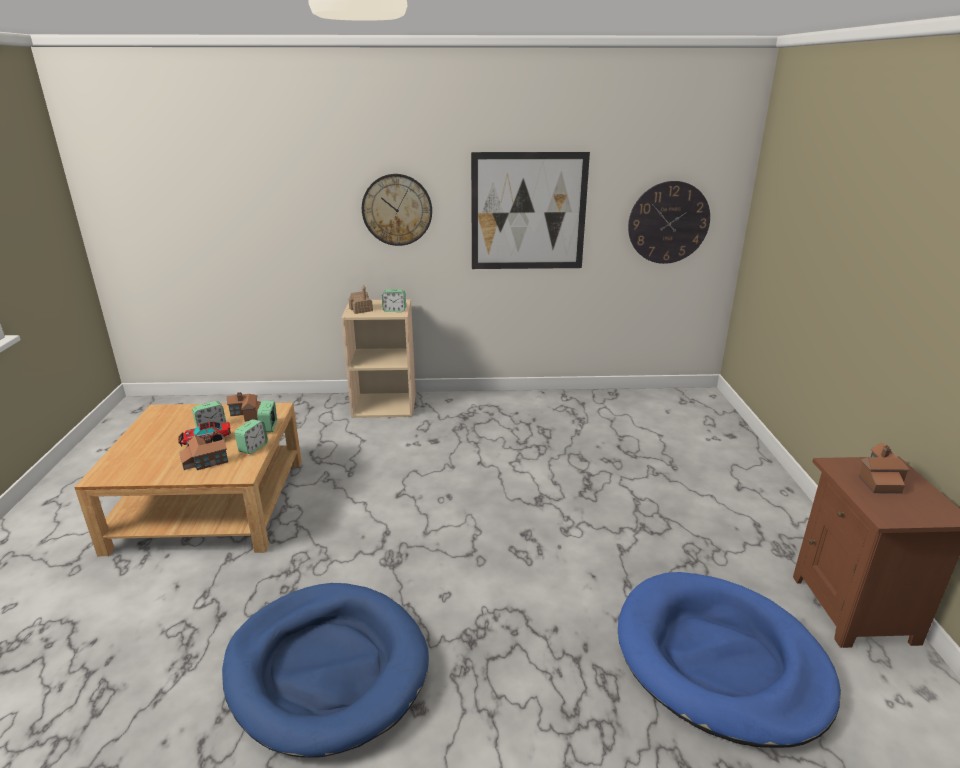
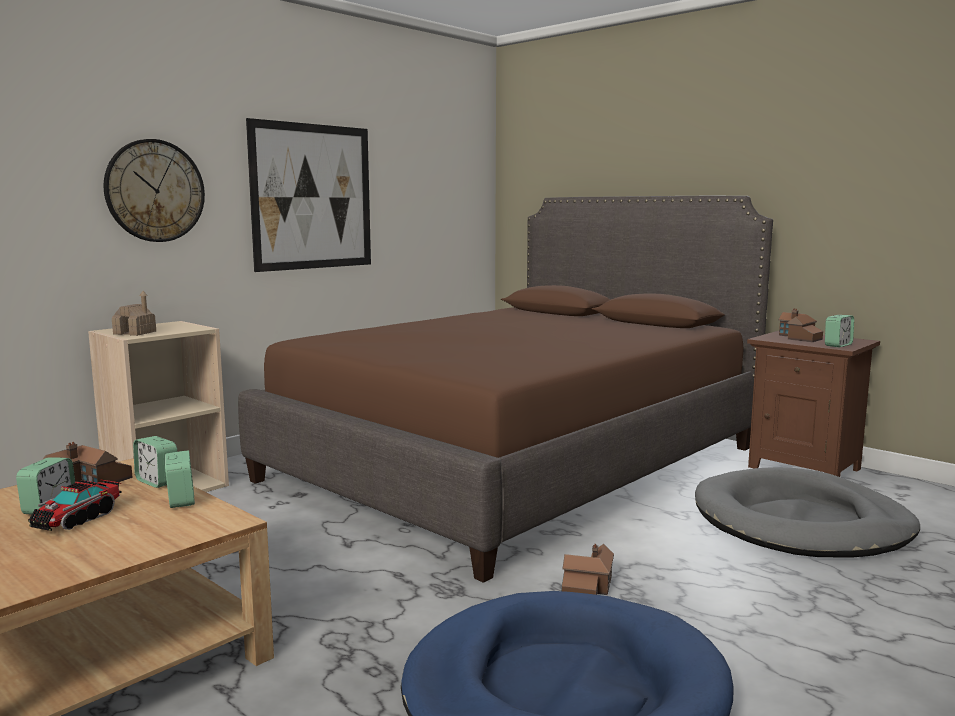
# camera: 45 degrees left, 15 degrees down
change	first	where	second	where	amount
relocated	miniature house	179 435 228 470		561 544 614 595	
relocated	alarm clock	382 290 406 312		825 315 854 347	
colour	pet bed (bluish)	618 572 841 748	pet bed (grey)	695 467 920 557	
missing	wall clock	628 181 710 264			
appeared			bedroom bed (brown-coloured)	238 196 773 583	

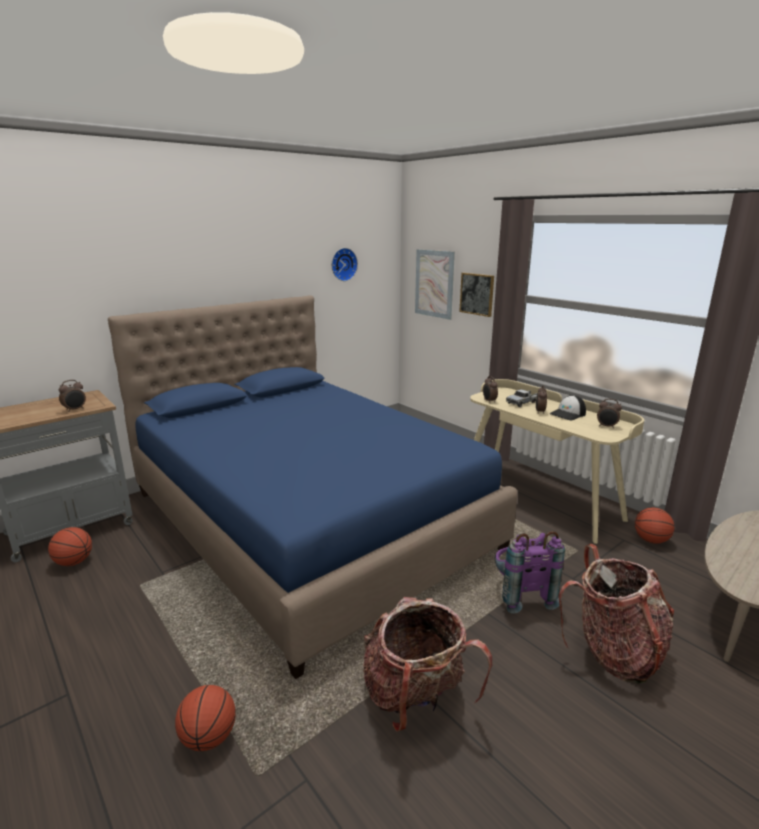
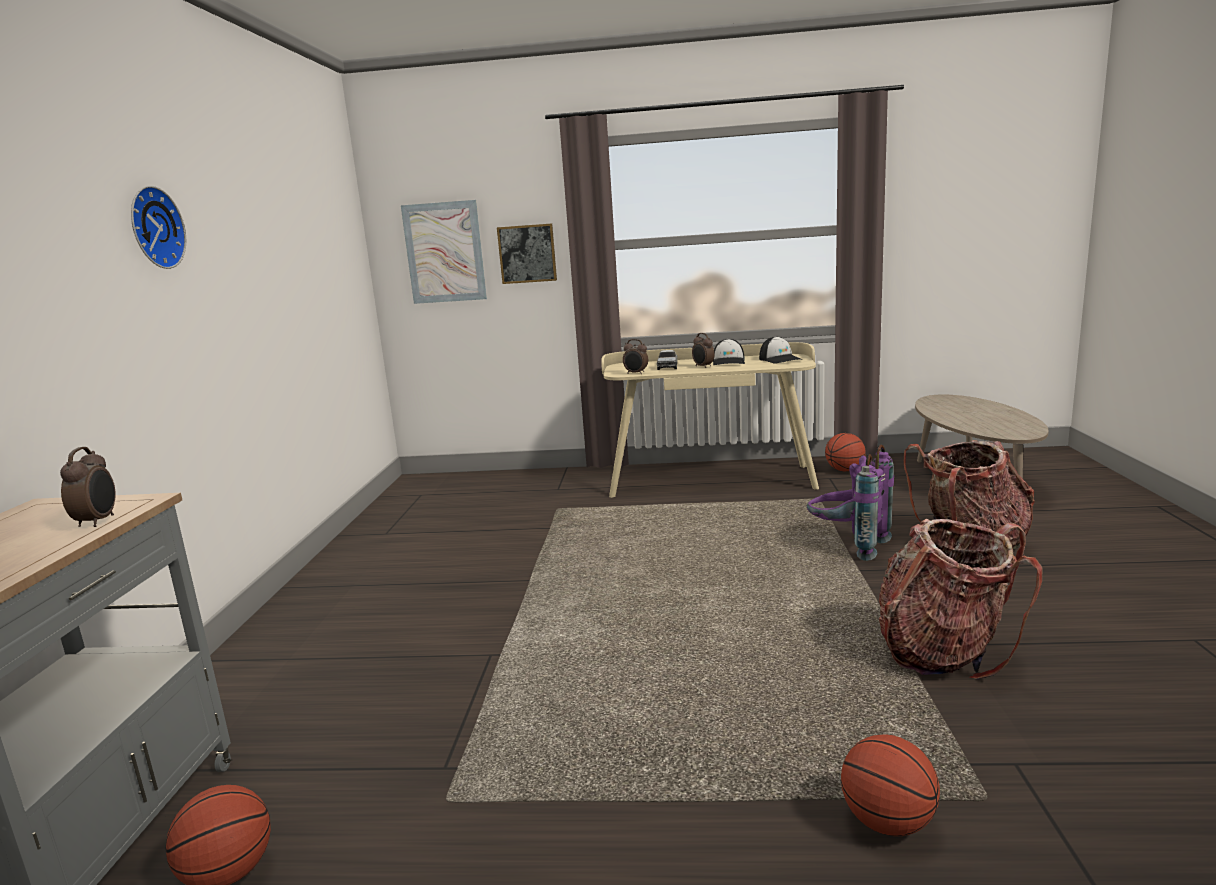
# camera: 45 degrees left, 5 degrees down
change	first	where	second	where	amount
missing	bedroom bed (bluish)	108 295 518 679			
relocated	wall clock	332 248 358 281		131 186 186 269	
exchanged	alarm clock	597 398 622 428	peaked cap	759 336 802 364	

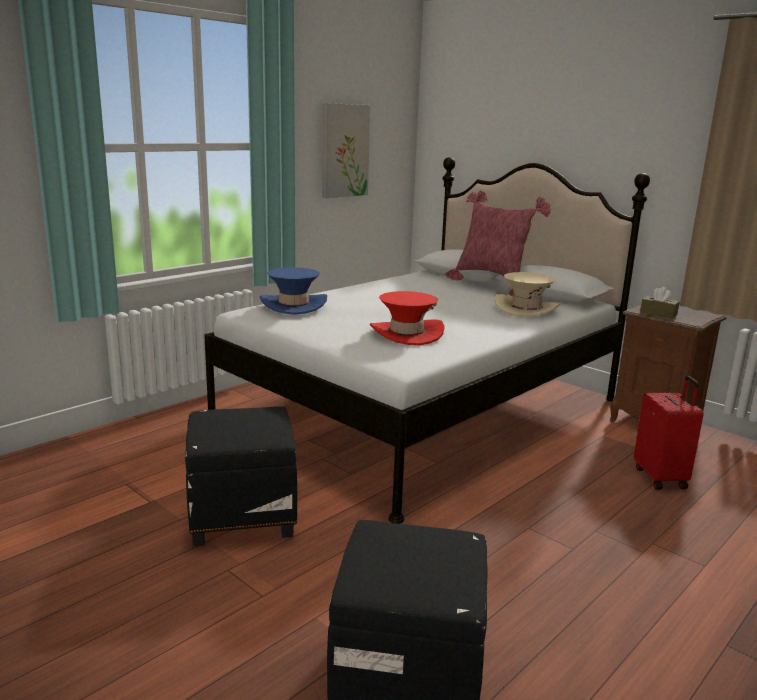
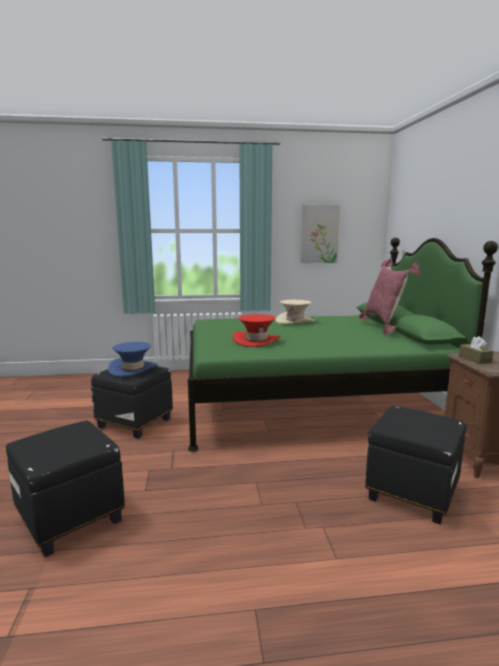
# camera: 40 degrees right, 5 degrees down
change	first	where	second	where	amount
colour	bedroom bed (whitish)	204 157 650 524	bedroom bed (green)	188 238 498 452	
relocated	clothing hat (bluish)	260 267 327 315		108 342 158 377	
relocated	clothing hat (beige)	494 272 560 317		276 300 315 324	
exchanged	suitcase (red)	634 376 703 490	footrest (blackish)	365 406 466 525	

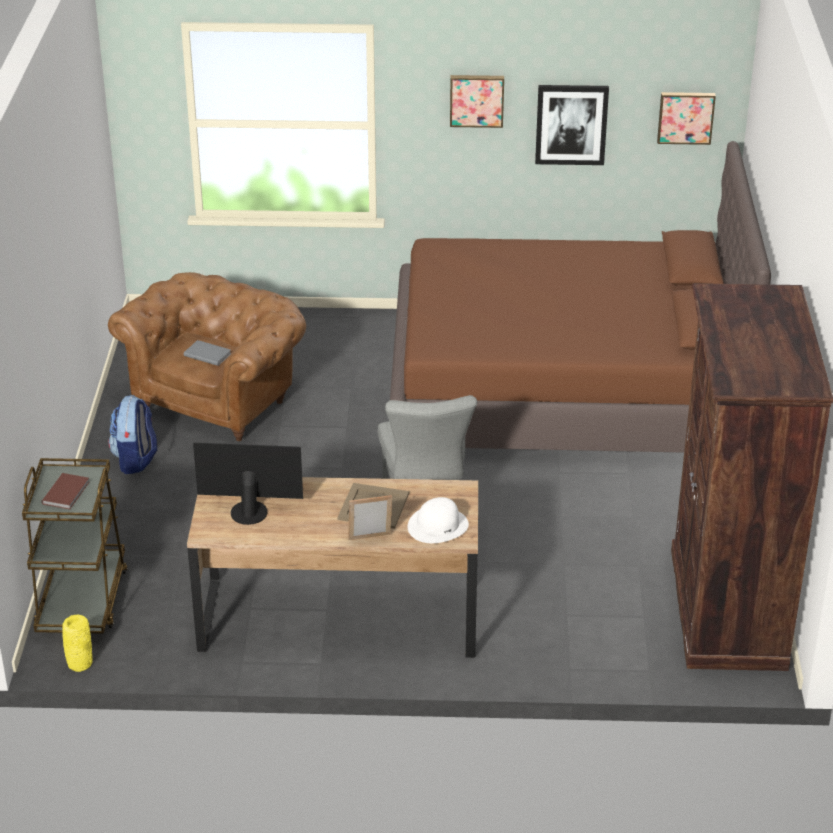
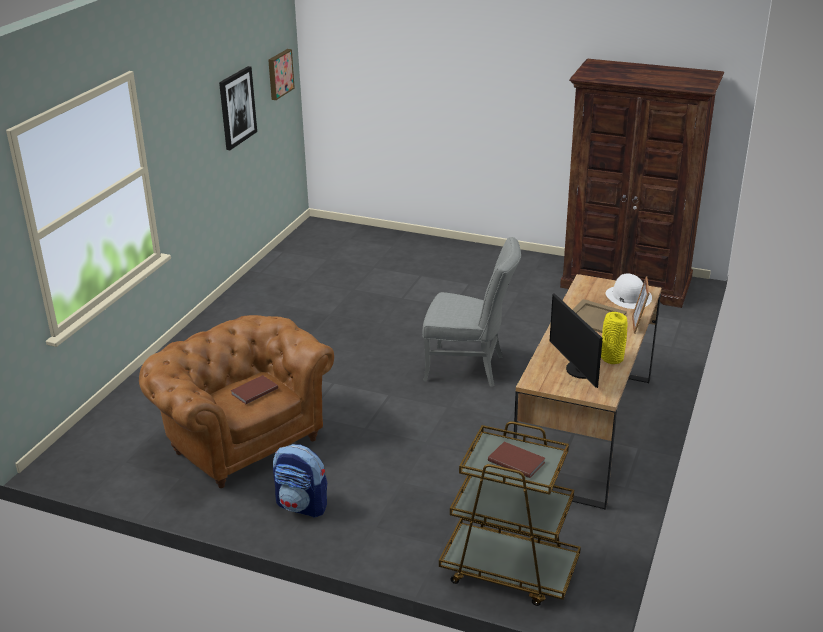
# camera: 70 degrees left, 5 degrees down
change	first	where	second	where	amount
relocated	decorative vase (yellow-coloured)	62 615 93 672		601 312 627 364	
colour	book (grey)	184 340 231 366	book (brown-coloured)	231 375 278 404	
spun	computer screen	193 443 303 525		550 293 603 388	45 degrees counterclockwise
missing	bedroom bed (brown-coloured)	390 141 771 453			
missing	wall picture	450 75 504 128			

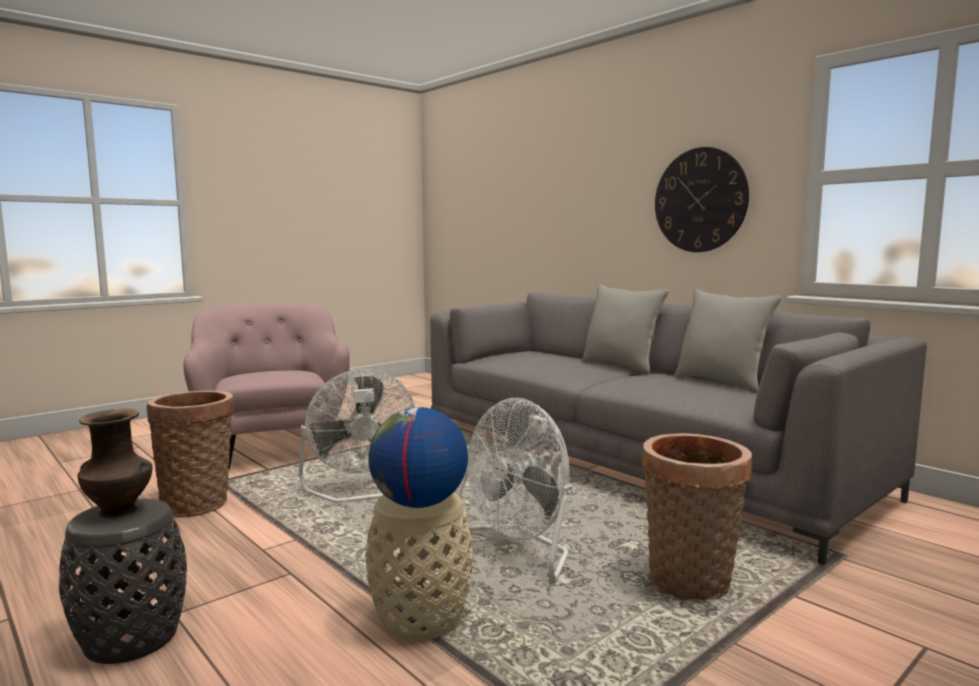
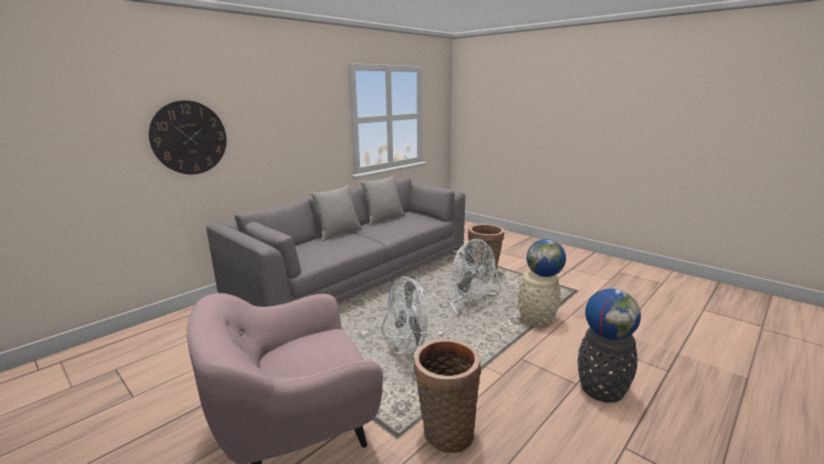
# camera: 95 degrees left, 10 degrees up
change	first	where	second	where	amount
exchanged	decorative vase (brown-coloured)	78 409 152 518	desk globe	585 289 641 340	
relocated	wall clock	655 147 749 252		149 100 227 175	

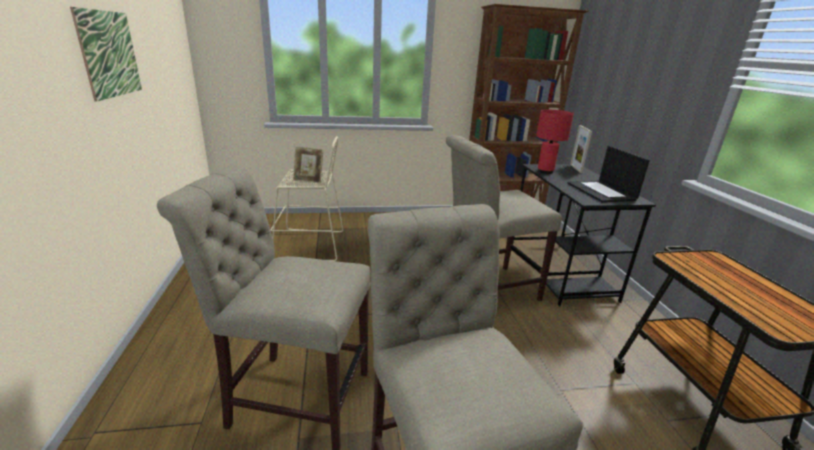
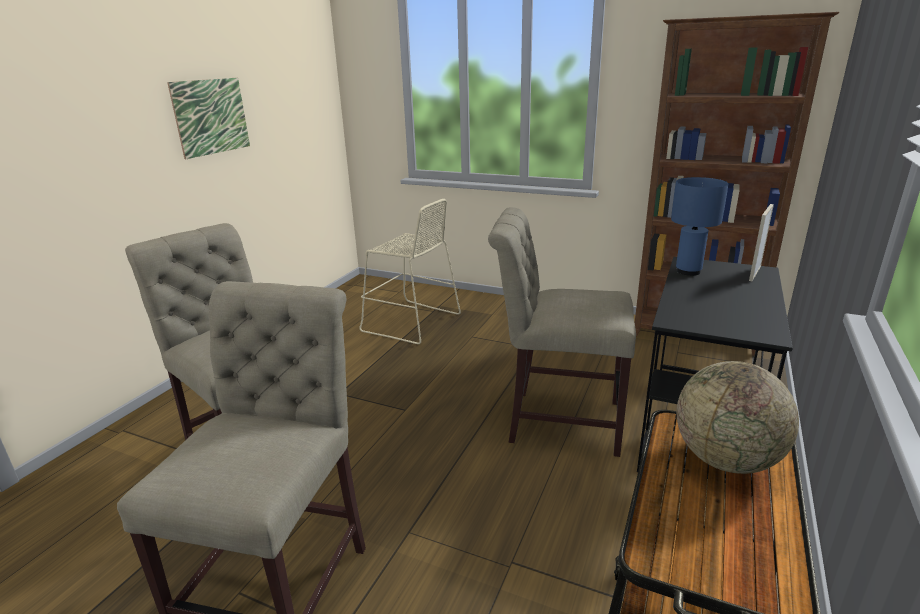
# camera: 35 degrees right, 0 degrees up
change	first	where	second	where	amount
missing	standing frame	293 146 323 183			
colour	table lamp (red)	536 110 574 174	table lamp (bluish)	671 177 728 276	
missing	notebook computer	567 146 650 203			
appeared			desk globe	676 361 799 474	

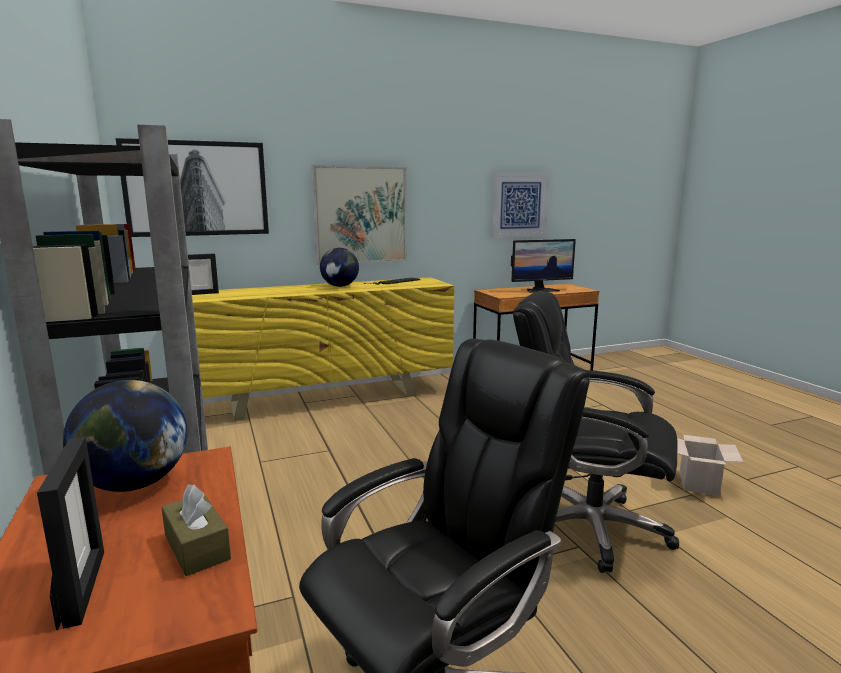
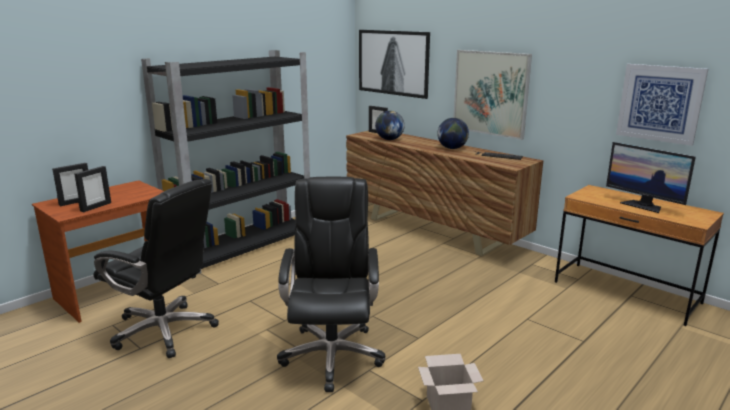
# camera: 65 degrees right, 5 degrees up
change	first	where	second	where	amount
relocated	desk globe	63 380 187 492		375 111 405 140	
exchanged	tissue holder (brown-coloured)	161 484 231 576	standing frame	74 166 111 212	
colour	cabinet (yellow-coloured)	192 277 454 421	cabinet (brown-coloured)	346 131 543 256	

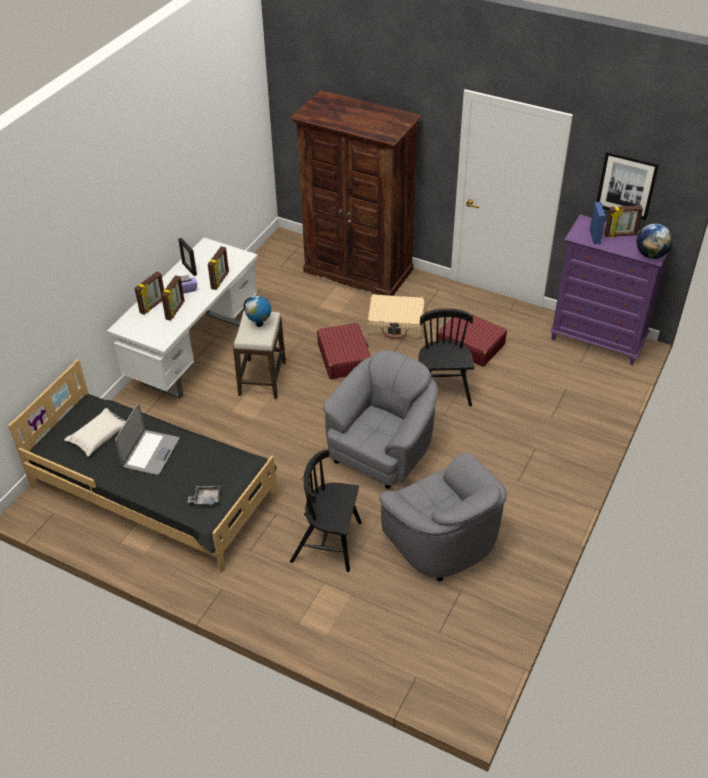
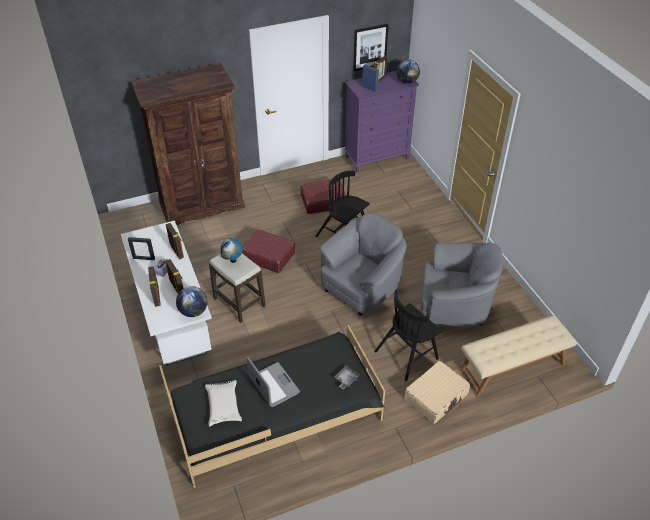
# camera: 50 degrees left, 0 degrees up
change	first	where	second	where	amount
spun	armchair (grey)	323 350 438 489		320 213 406 315	60 degrees clockwise
relocated	suitcase (beige)	367 294 425 339		404 361 470 424	
appeared			desk globe	176 286 207 317	
appeared			long seat (beige)	460 315 577 396	

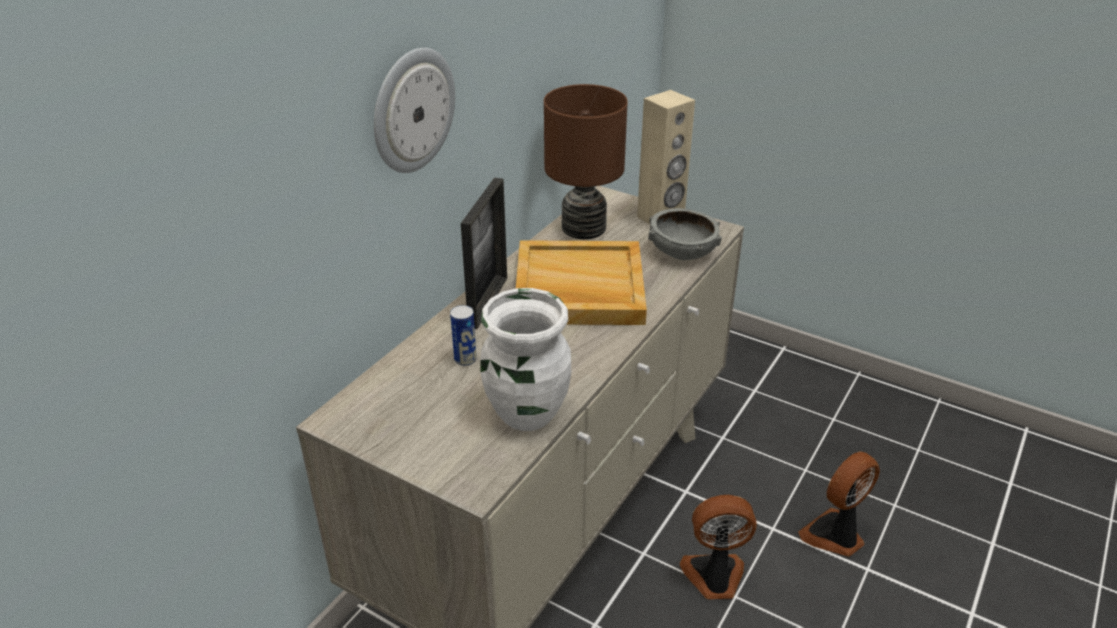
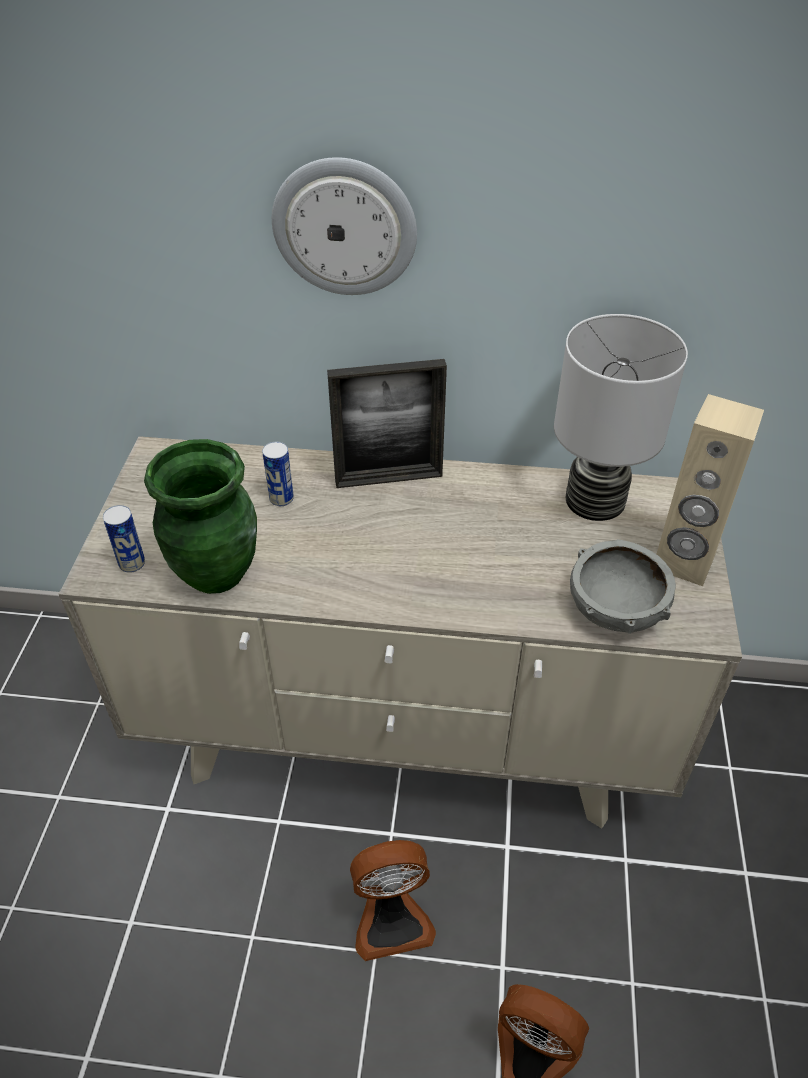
# camera: 65 degrees right, 10 degrees up
change	first	where	second	where	amount
colour	decorative vase (whitish)	480 288 571 431	decorative vase (green)	144 439 257 594	
missing	carrying tray (beige)	516 240 647 325			
colour	table lamp (brown-coloured)	544 84 628 239	table lamp (grey)	554 314 688 521	
spun	cooling fan	680 495 757 599		350 840 436 961	105 degrees clockwise
appeared			can	103 505 145 573	

